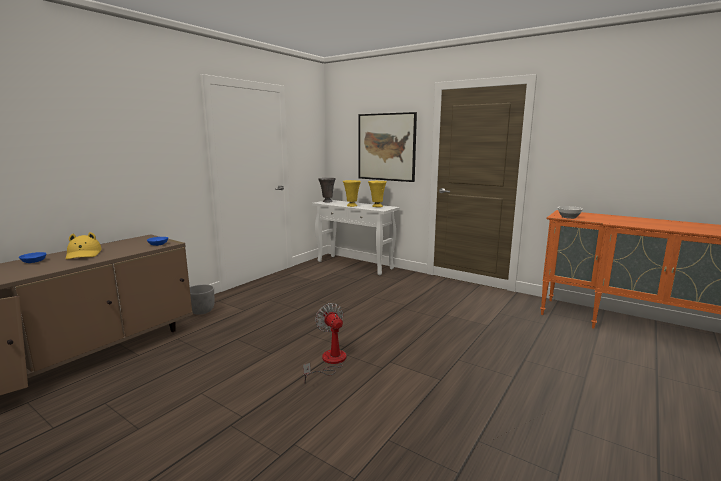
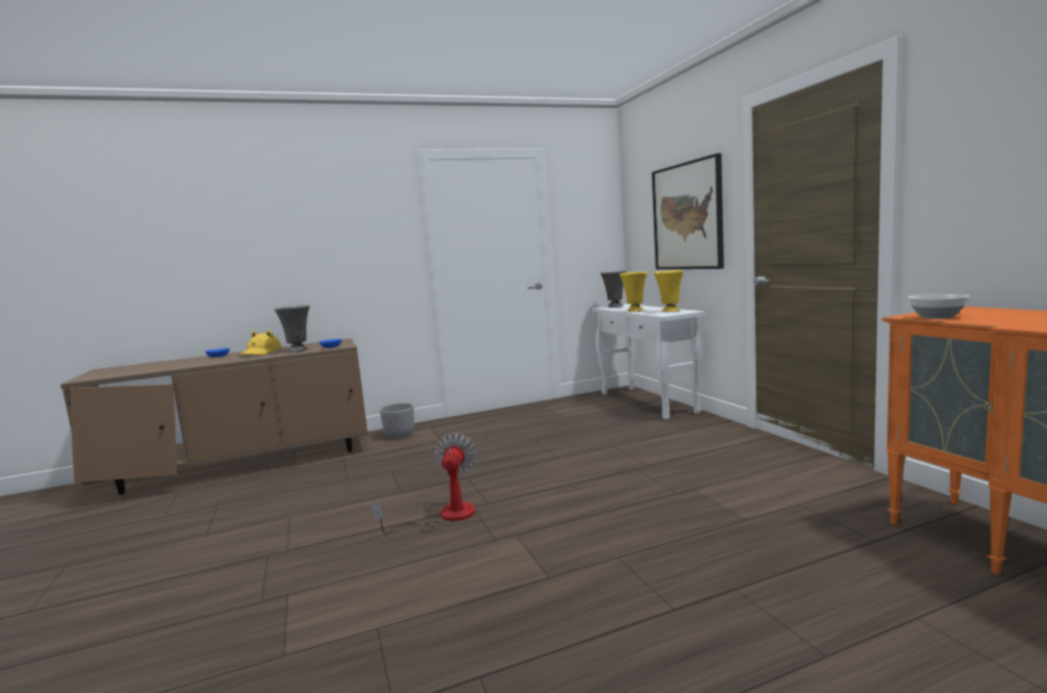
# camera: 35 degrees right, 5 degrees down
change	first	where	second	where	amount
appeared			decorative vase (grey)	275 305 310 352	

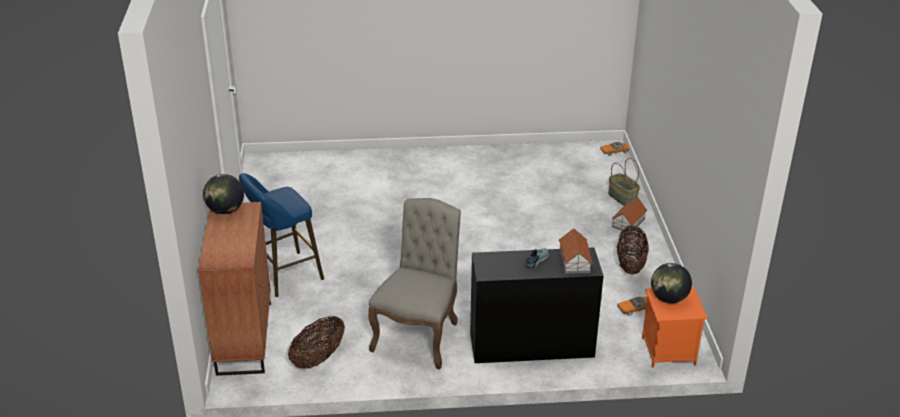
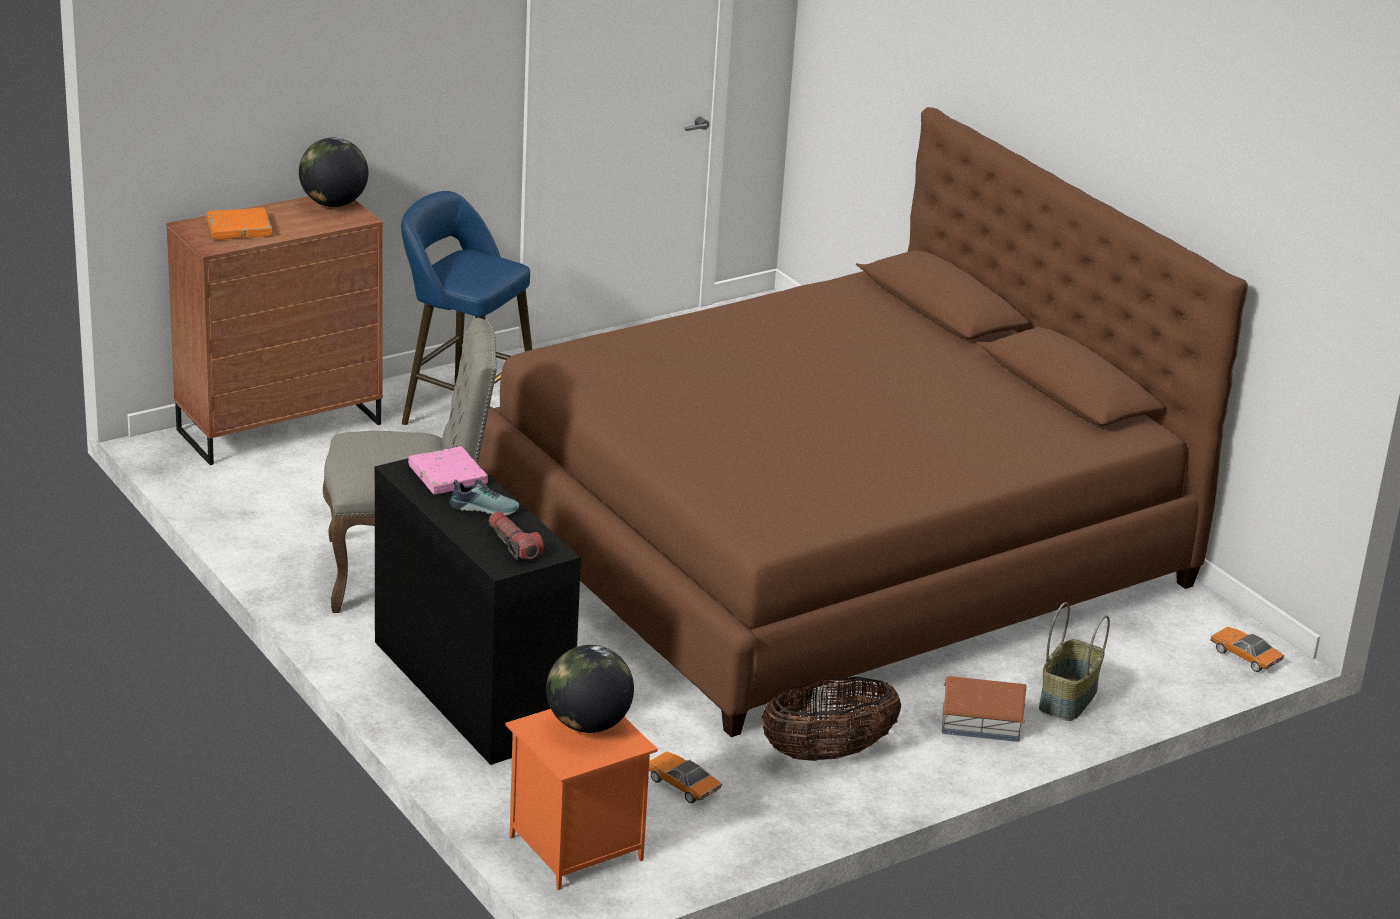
# camera: 60 degrees right, 5 degrees down
change	first	where	second	where	amount
missing	basket	288 316 345 369			
exchanged	miniature house	559 228 593 274	flashlight	489 511 544 560	
appeared			book (orange)	207 208 272 240	
appeared			book (pink-coloured)	408 446 488 495	
appeared			bedroom bed (brown-coloured)	478 107 1248 737	

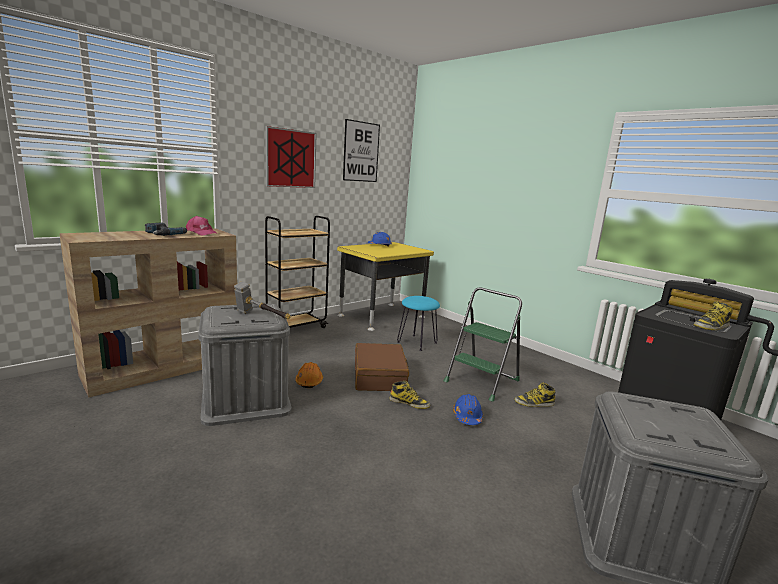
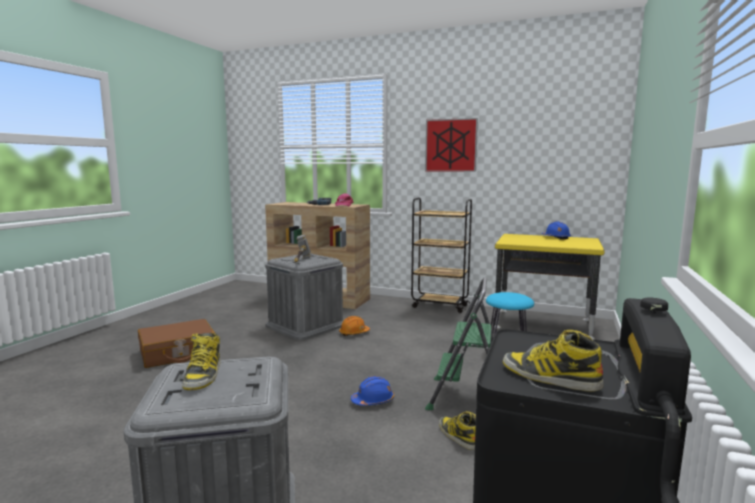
# camera: 65 degrees right, 5 degrees down
change	first	where	second	where	amount
missing	wall picture	343 119 380 182			
relocated	suitcase (brown-coloured)	355 343 409 391		138 319 215 368	
relocated	boot	389 380 430 409		183 333 221 390	

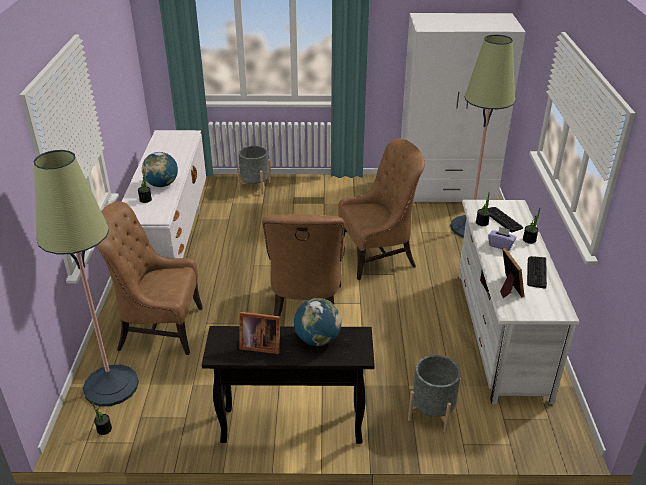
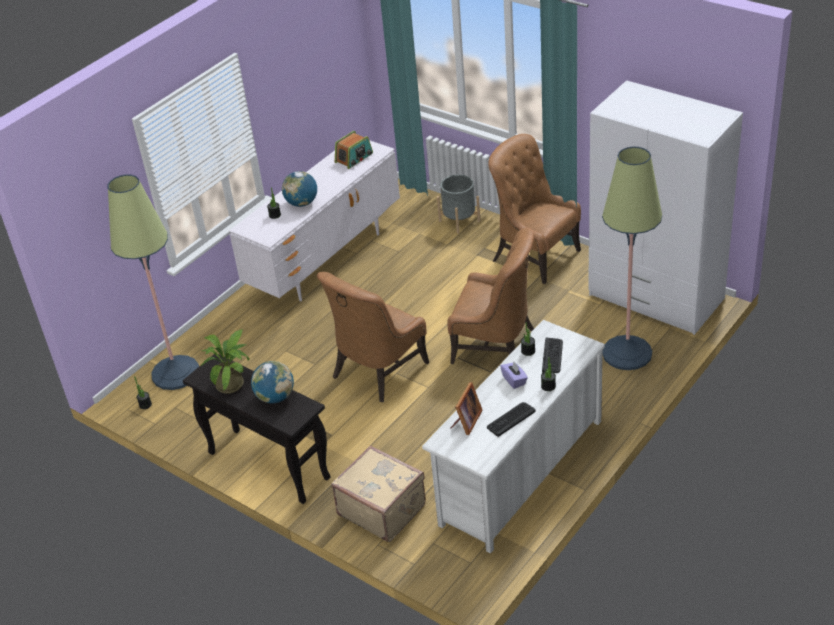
# camera: 40 degrees right, 5 degrees up
change	first	where	second	where	amount
relocated	chair (brown-coloured)	96 202 203 355		488 134 581 284	
exchanged	standing frame	239 312 280 354	plant in a pot	201 329 250 394	
exchanged	flower pot (grey)	408 355 461 433	suitcase (beige)	331 446 426 542	
appeared			radio	335 131 373 169	

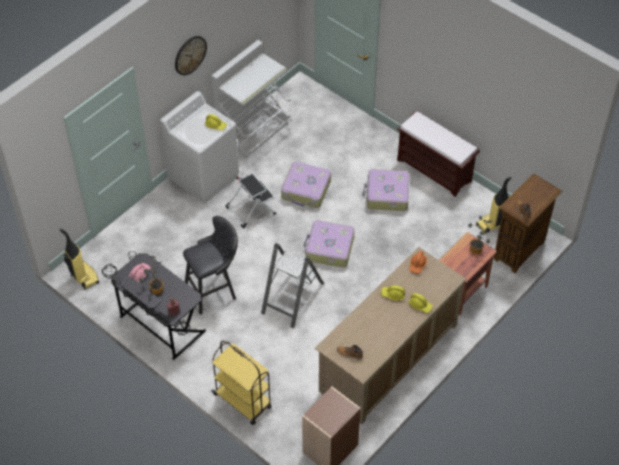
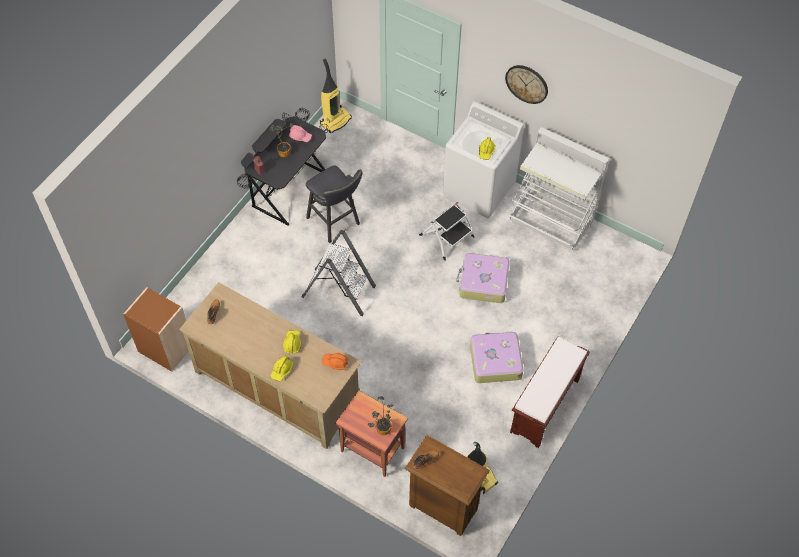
# camera: 80 degrees right, 5 degrees up
change	first	where	second	where	amount
missing	cart (yellow-coloured)	211 341 272 425			
missing	suitcase	304 220 355 268			

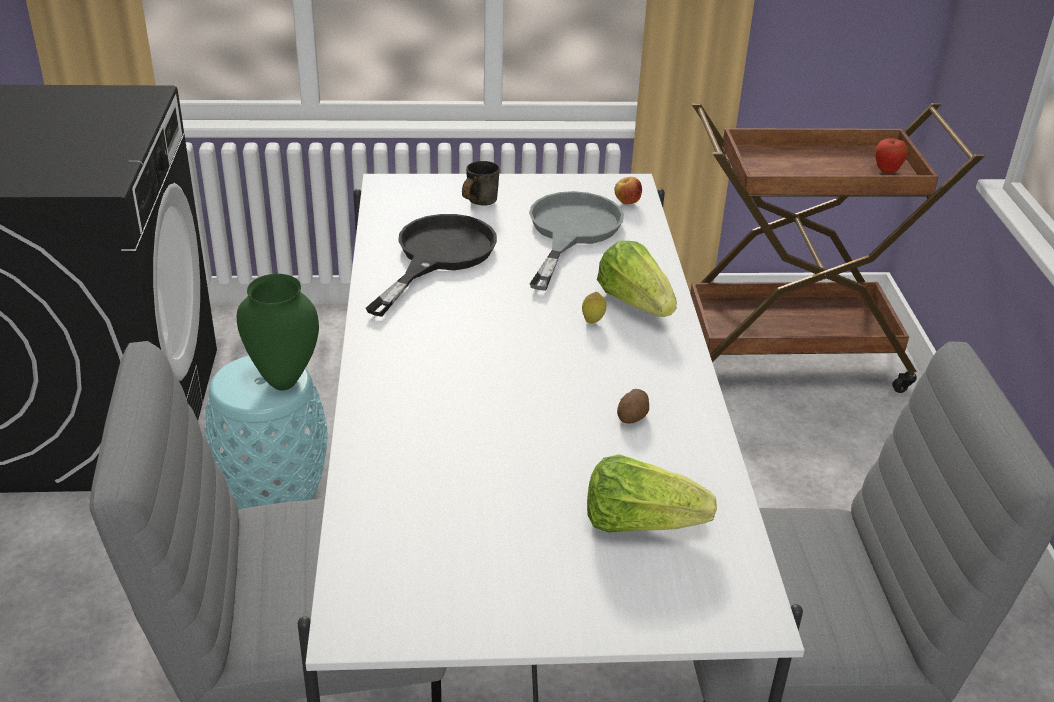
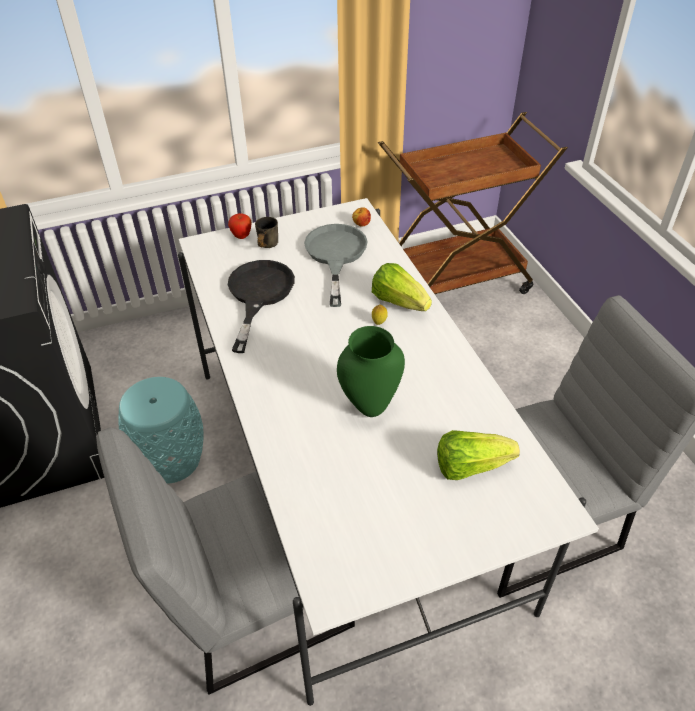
# camera: 15 degrees left, 10 degrees up
change	first	where	second	where	amount
relocated	decorative vase (green)	237 274 319 390		337 326 405 417	
missing	potato	617 389 649 424			
relocated	apple	875 138 908 174		228 213 251 239	

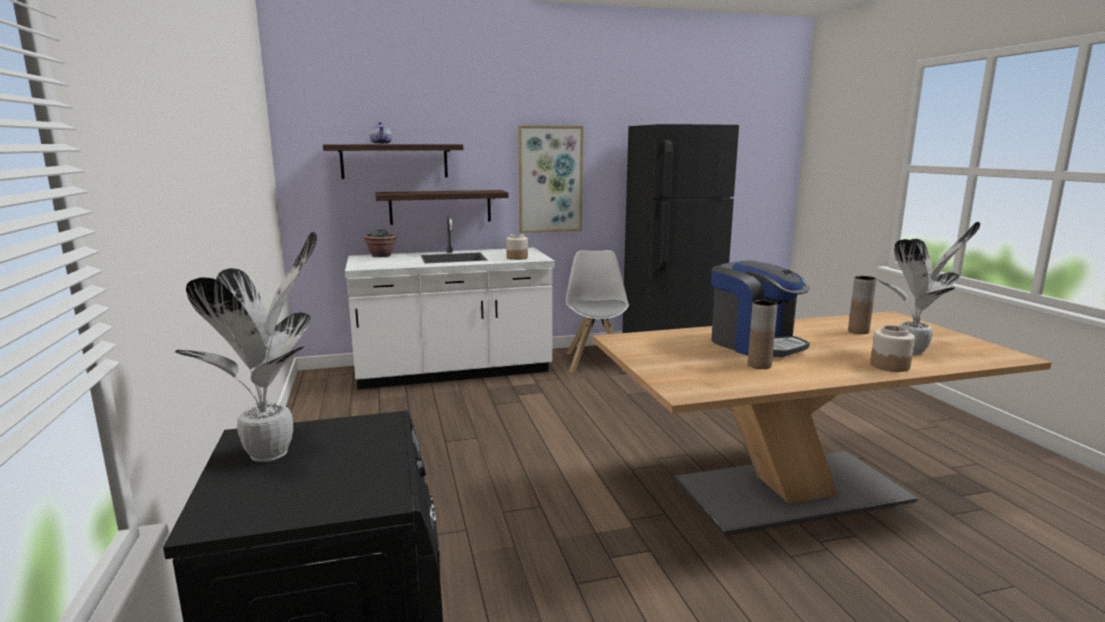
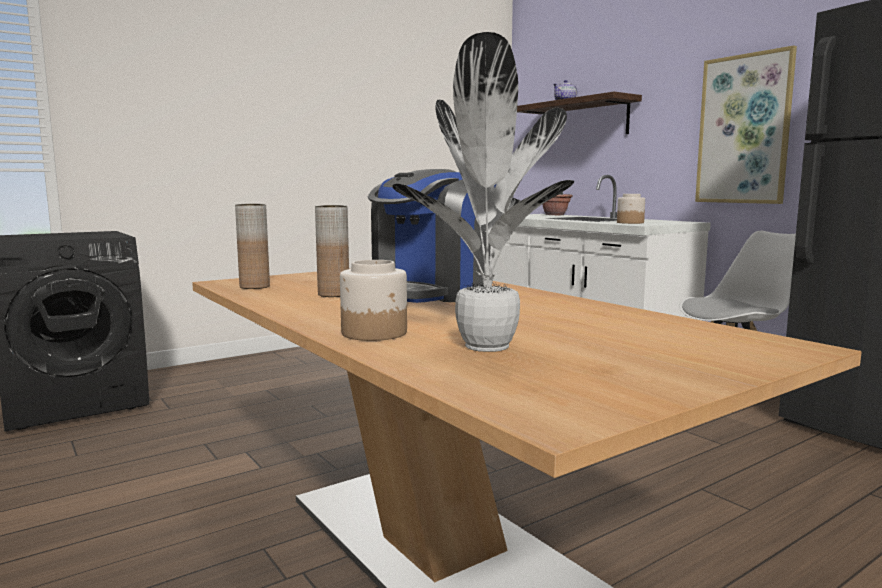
# camera: 70 degrees right, 5 degrees down
change	first	where	second	where	amount
missing	plant in a pot	175 232 317 462			
missing	bracket shelf	375 190 509 225			
relocated	decorative vase (brown-coloured)	848 276 876 334		235 204 270 289	

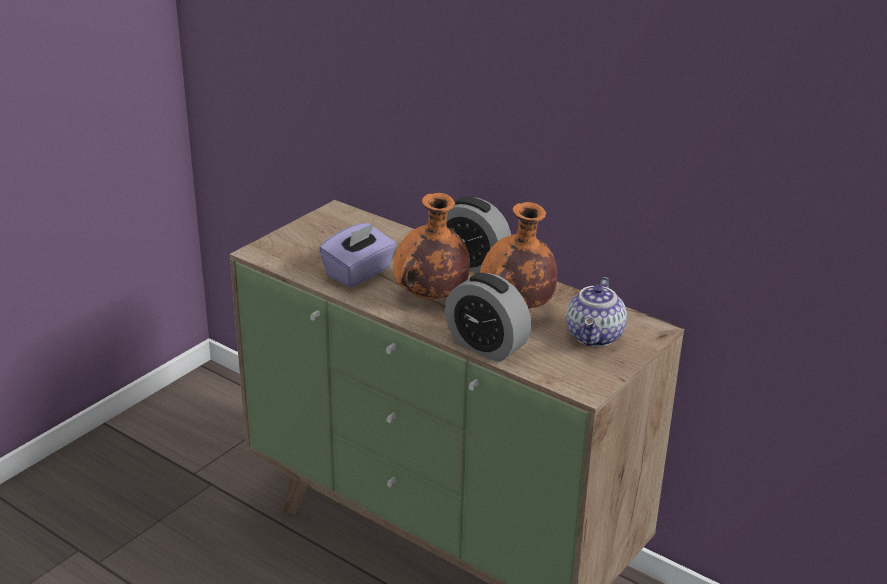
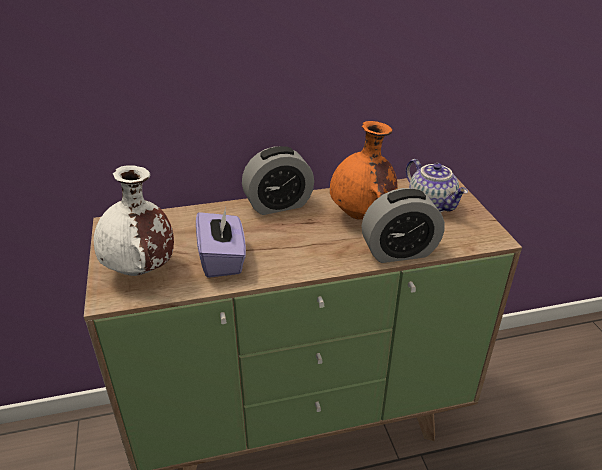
# camera: 50 degrees left, 5 degrees up
change	first	where	second	where	amount
missing	decorative vase (orange)	393 193 470 299			
appeared			decorative vase (whitish)	94 165 174 276	

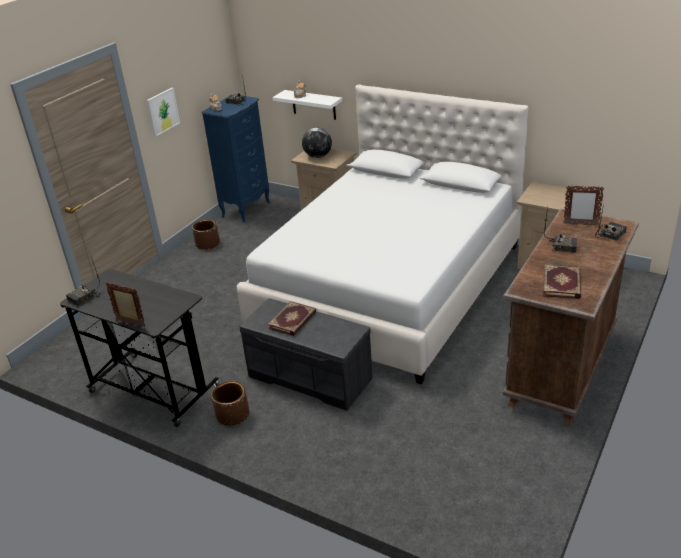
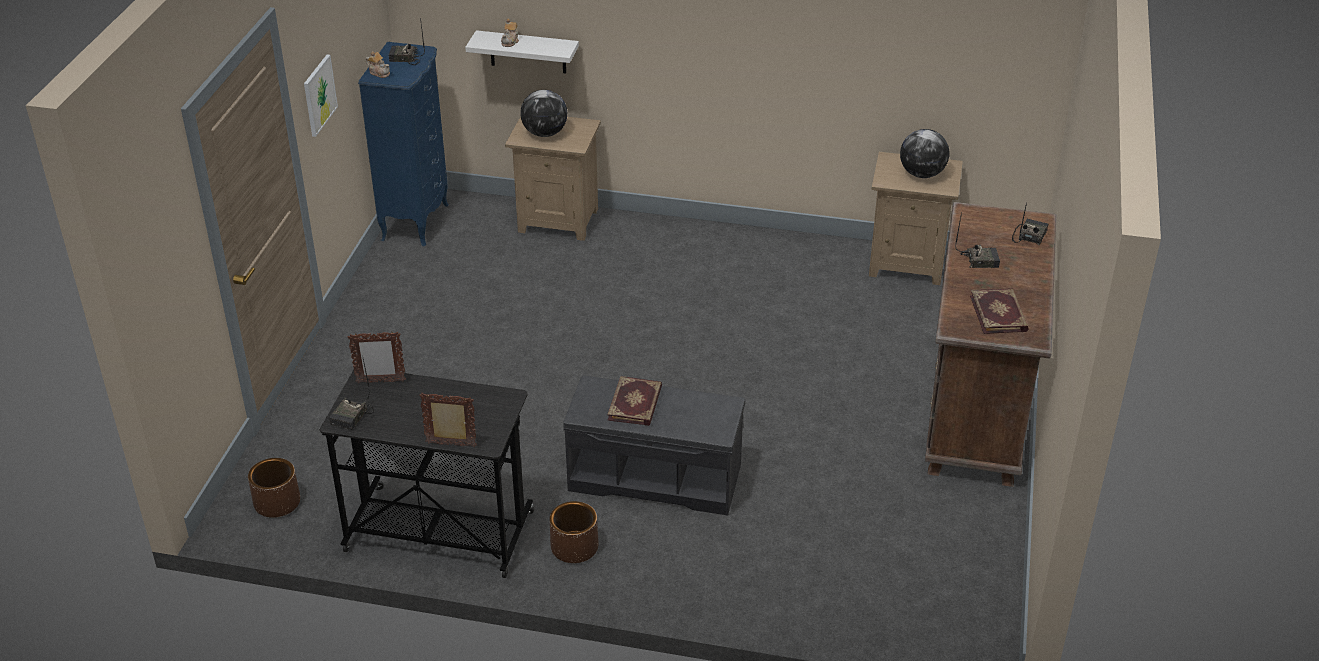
# camera: 20 degrees left, 5 degrees up
change	first	where	second	where	amount
relocated	flower pot (brown-coloured)	192 220 220 250		248 458 300 518	
missing	bedroom bed (whitish)	237 85 529 384			
relocated	standing frame	563 185 604 226		348 332 406 383	
appeared			desk globe	900 129 949 178	

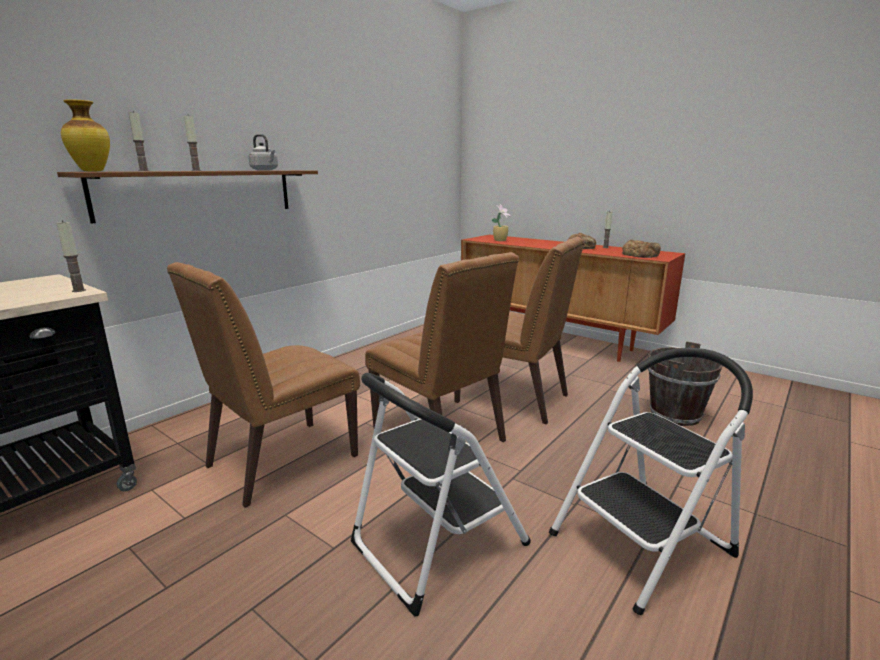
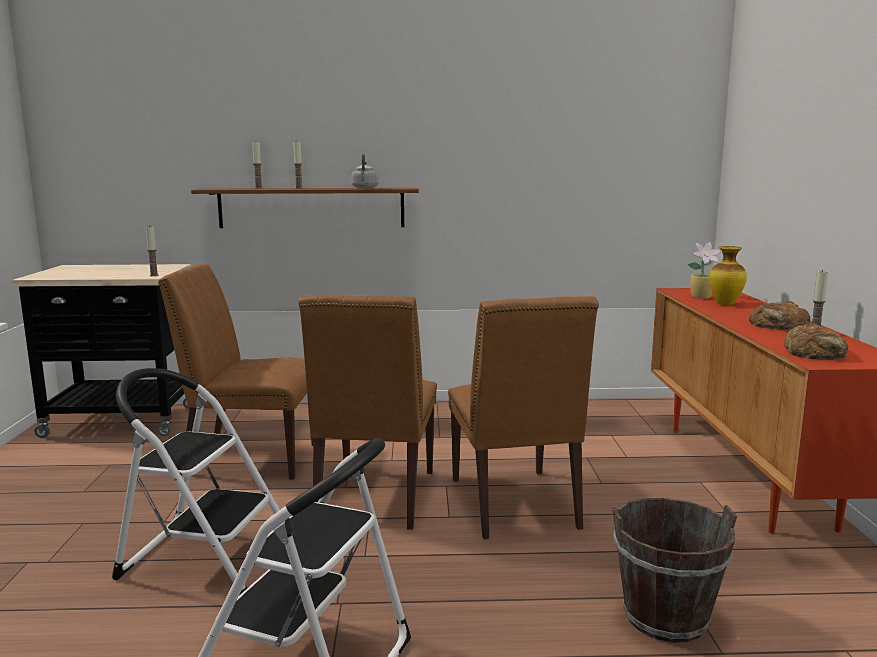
# camera: 50 degrees right, 5 degrees down
change	first	where	second	where	amount
relocated	decorative vase	61 99 110 171		709 246 747 305	

